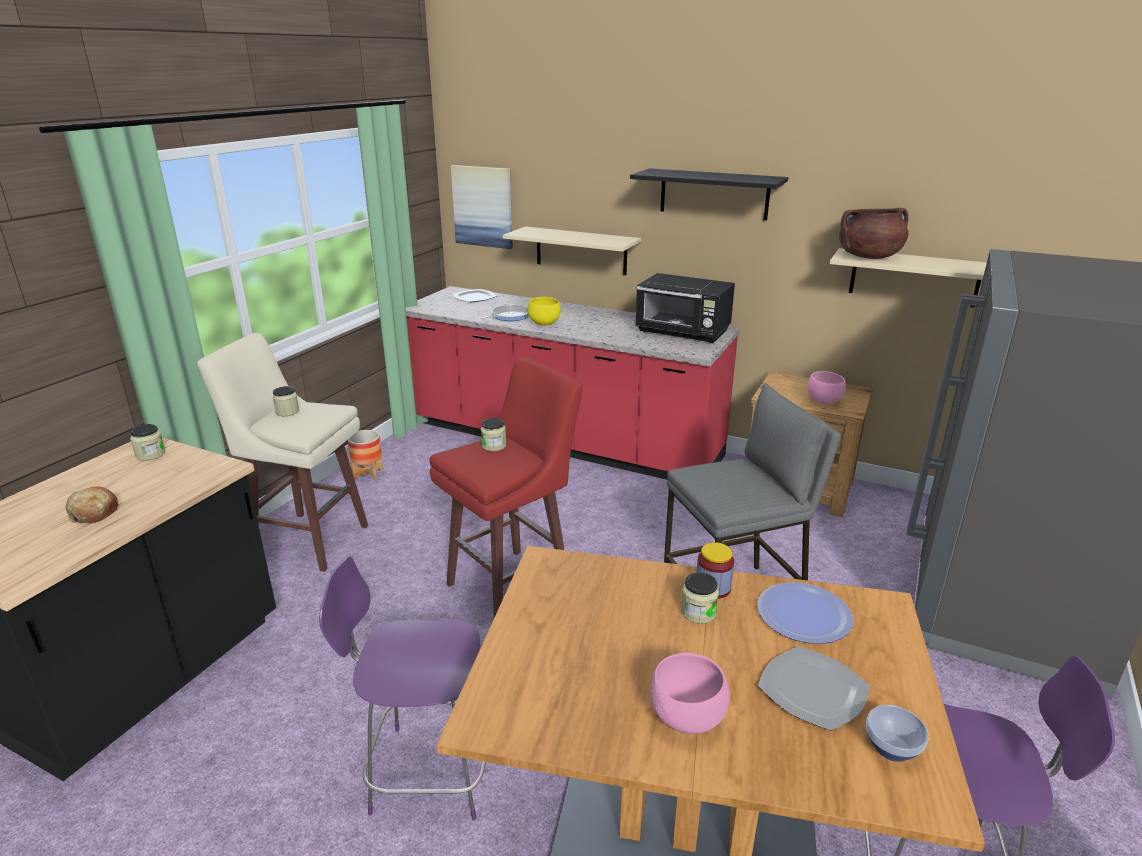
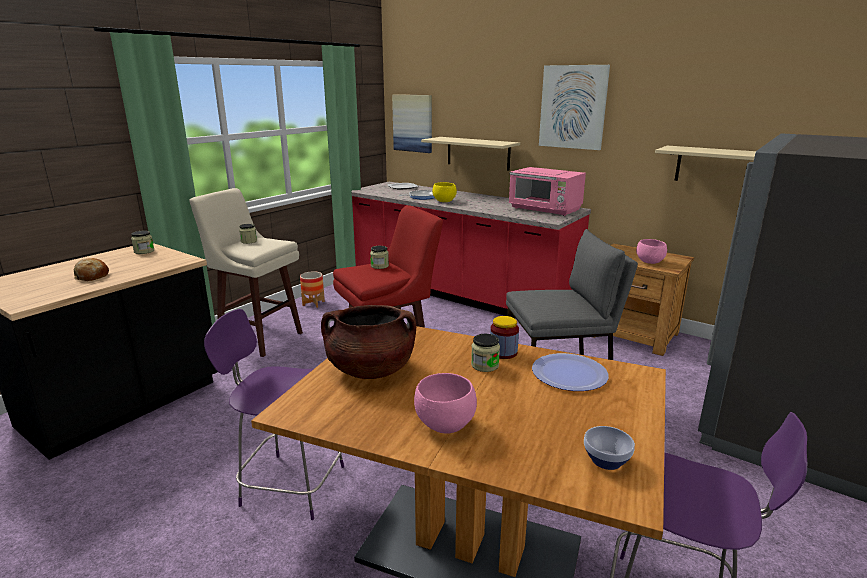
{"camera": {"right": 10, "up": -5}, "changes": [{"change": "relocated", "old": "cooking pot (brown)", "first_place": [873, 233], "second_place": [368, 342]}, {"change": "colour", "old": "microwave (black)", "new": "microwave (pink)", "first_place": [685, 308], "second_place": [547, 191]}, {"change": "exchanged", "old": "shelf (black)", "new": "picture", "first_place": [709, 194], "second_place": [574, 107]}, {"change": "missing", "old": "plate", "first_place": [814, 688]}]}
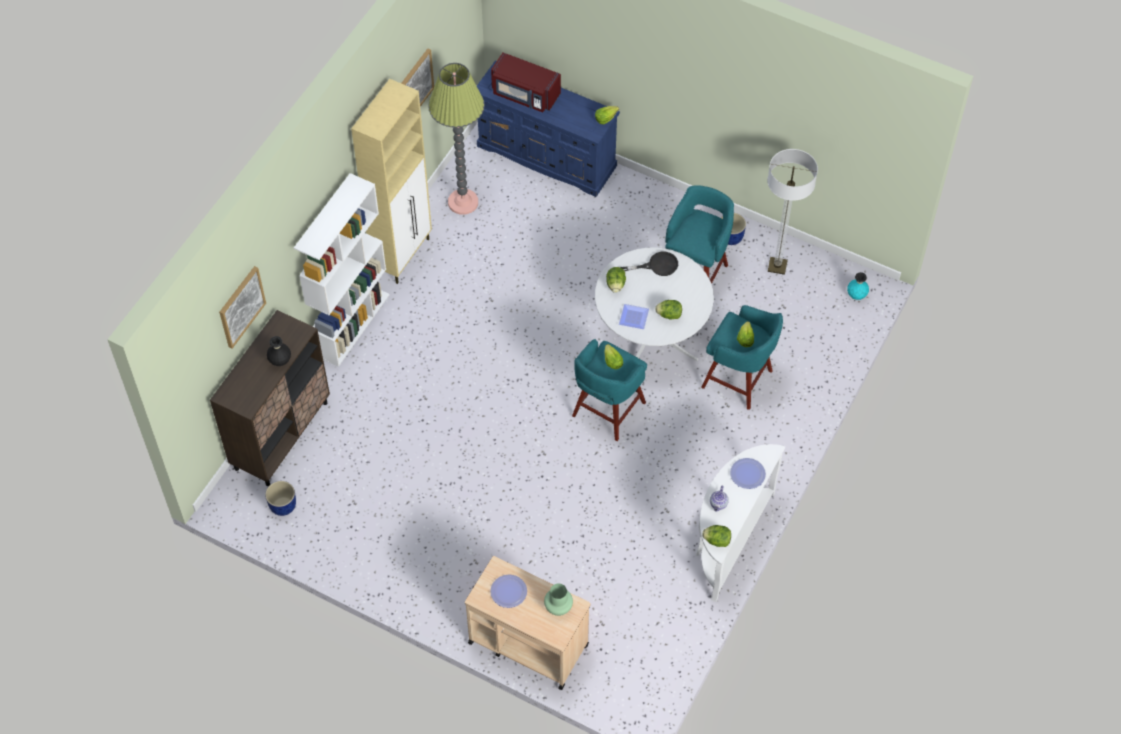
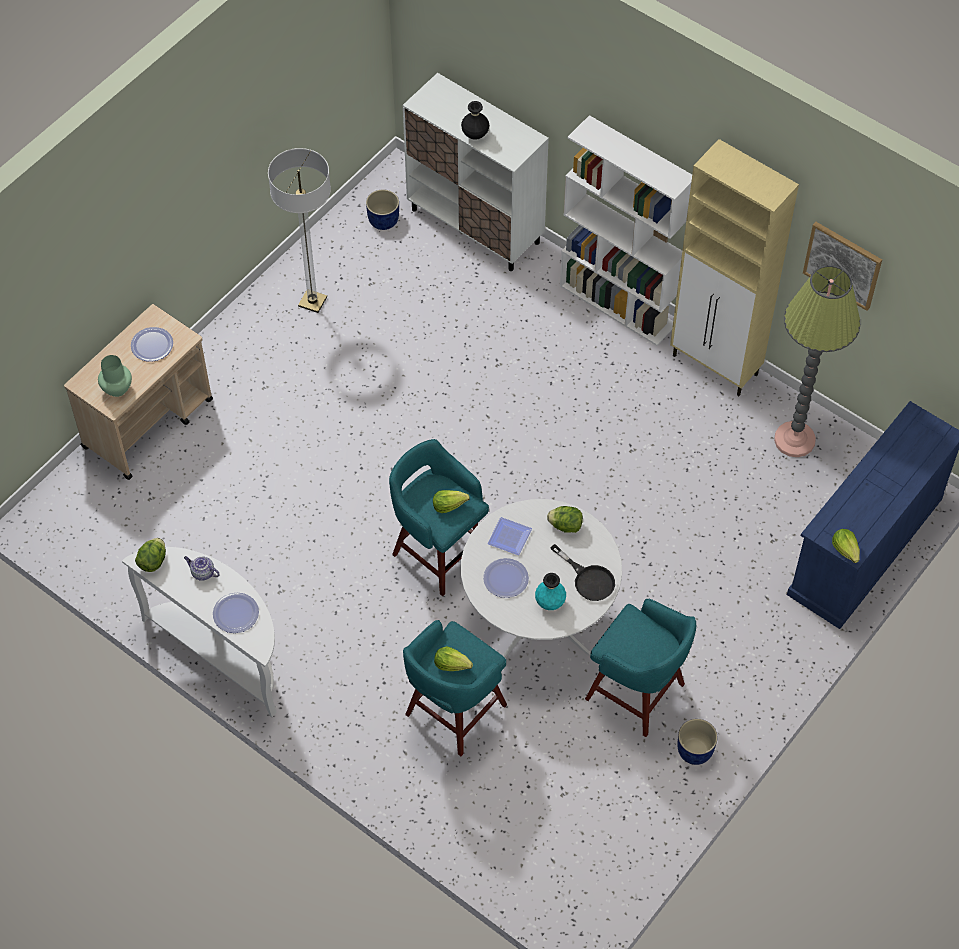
{"camera": {"right": 100, "up": 0}, "changes": [{"change": "relocated", "old": "floor lamp", "first_place": [792, 212], "second_place": [299, 230]}, {"change": "colour", "old": "cabinet (brown)", "new": "cabinet (white)", "first_place": [270, 398], "second_place": [476, 172]}, {"change": "exchanged", "old": "lettuce", "new": "plate", "first_place": [668, 310], "second_place": [506, 578]}, {"change": "relocated", "old": "vase (turquoise)", "first_place": [858, 286], "second_place": [550, 591]}, {"change": "spun", "old": "frying pan (black)", "first_place": [649, 264], "second_place": [583, 572], "degrees": -45}, {"change": "missing", "old": "picture", "first_place": [242, 307]}, {"change": "missing", "old": "microwave (red)", "first_place": [526, 82]}]}
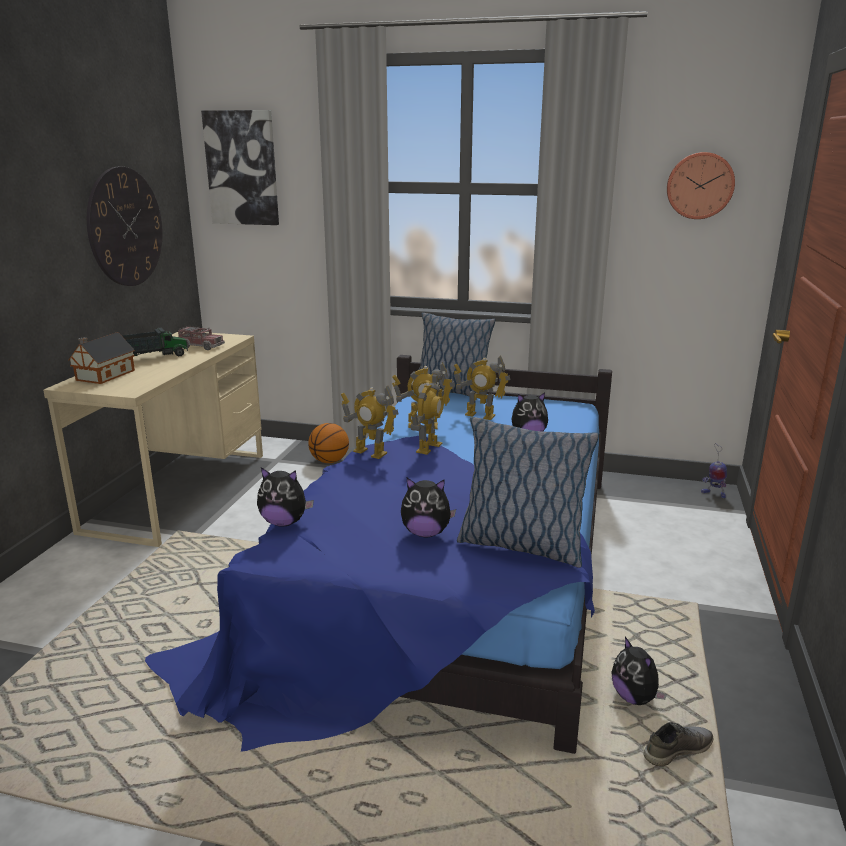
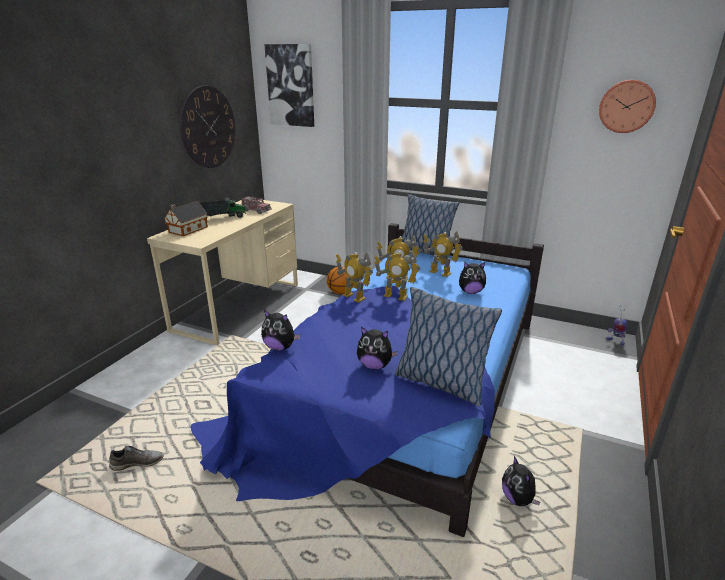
{"camera": {"right": 10, "up": 5}, "changes": [{"change": "relocated", "old": "shoe (grey)", "first_place": [678, 744], "second_place": [136, 458]}, {"change": "spun", "old": "toy robot", "first_place": [427, 414], "second_place": [397, 275], "degrees": 75}]}
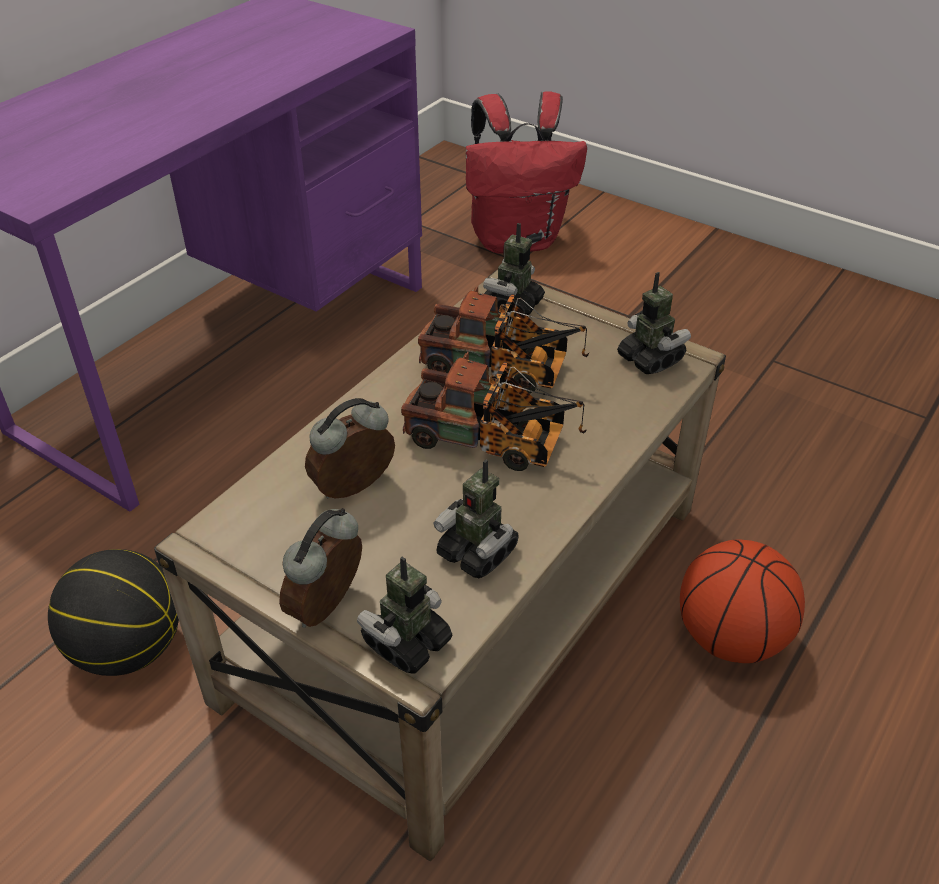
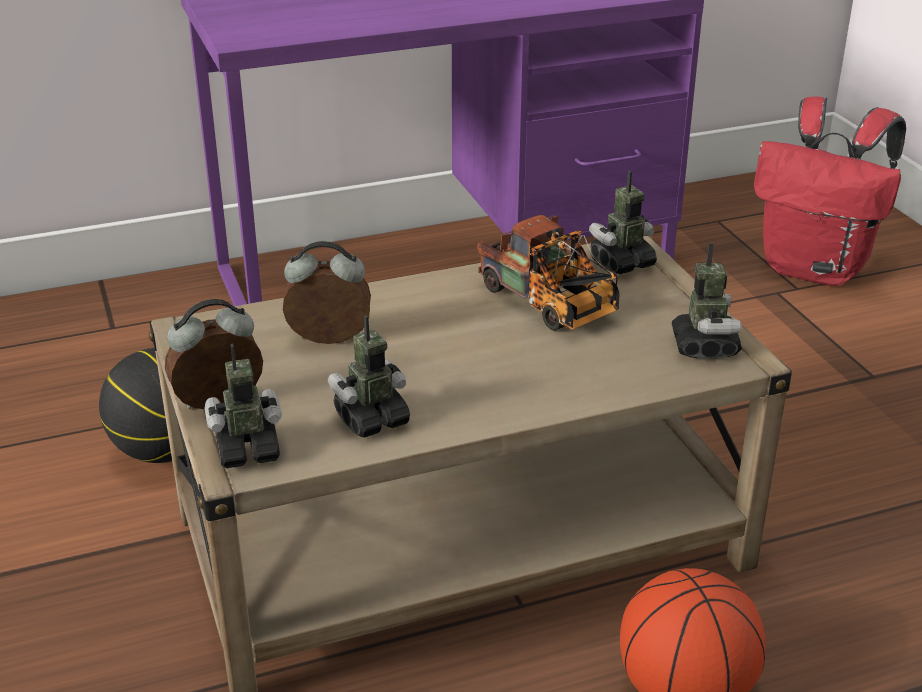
{"camera": {"right": 35, "up": -10}, "changes": [{"change": "spun", "old": "toy robot", "first_place": [476, 519], "second_place": [369, 376], "degrees": 75}, {"change": "missing", "old": "toy truck", "first_place": [494, 411]}]}
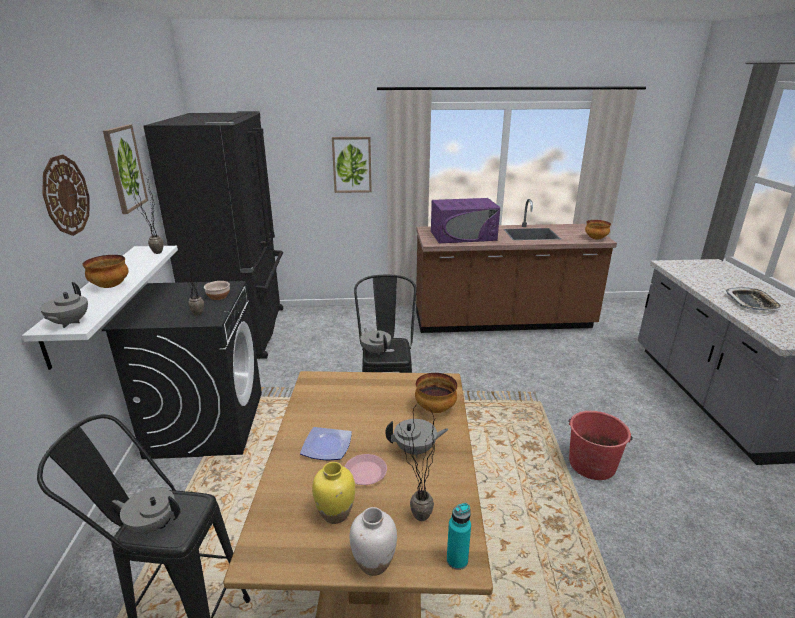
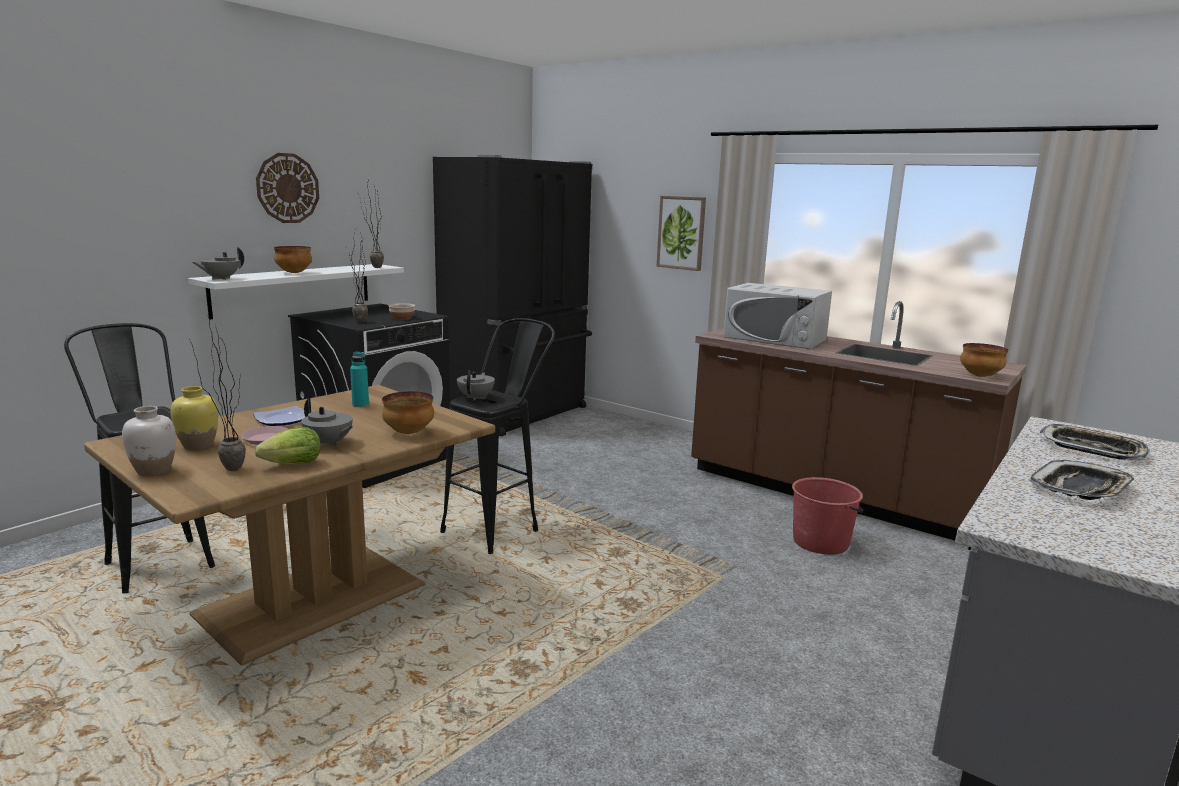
{"camera": {"right": 40, "up": -10}, "changes": [{"change": "appeared", "new": "lettuce", "second_place": [288, 445]}, {"change": "relocated", "old": "bottle (turquoise)", "first_place": [459, 536], "second_place": [359, 379]}, {"change": "colour", "old": "microwave (purple)", "new": "microwave (white)", "first_place": [465, 220], "second_place": [777, 316]}, {"change": "relocated", "old": "bucket (red)", "first_place": [601, 445], "second_place": [827, 516]}, {"change": "appeared", "new": "tray", "second_place": [1094, 442]}, {"change": "missing", "old": "picture", "first_place": [125, 169]}, {"change": "missing", "old": "teapot (grey)", "first_place": [146, 510]}]}
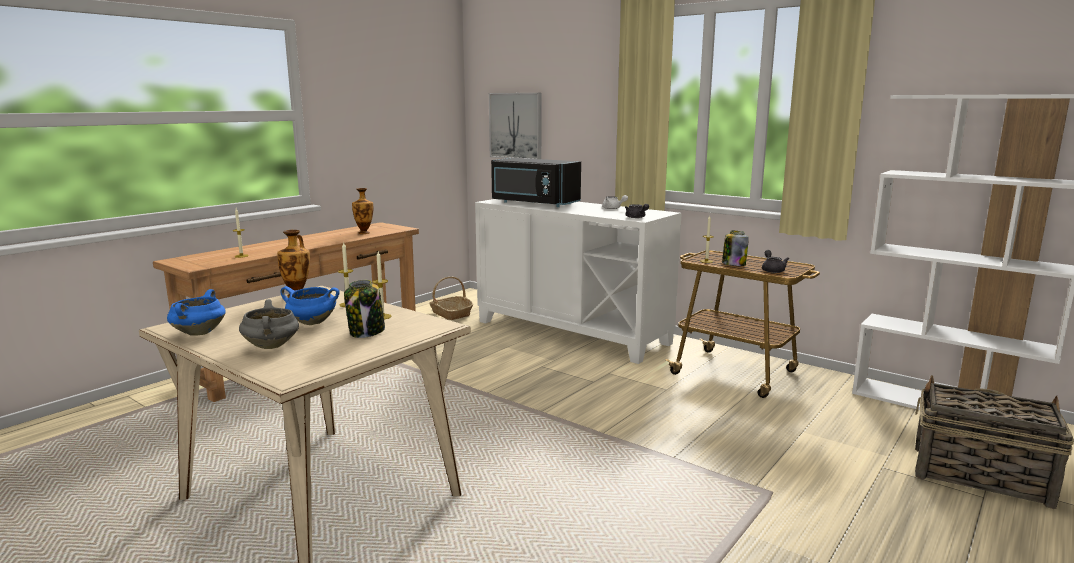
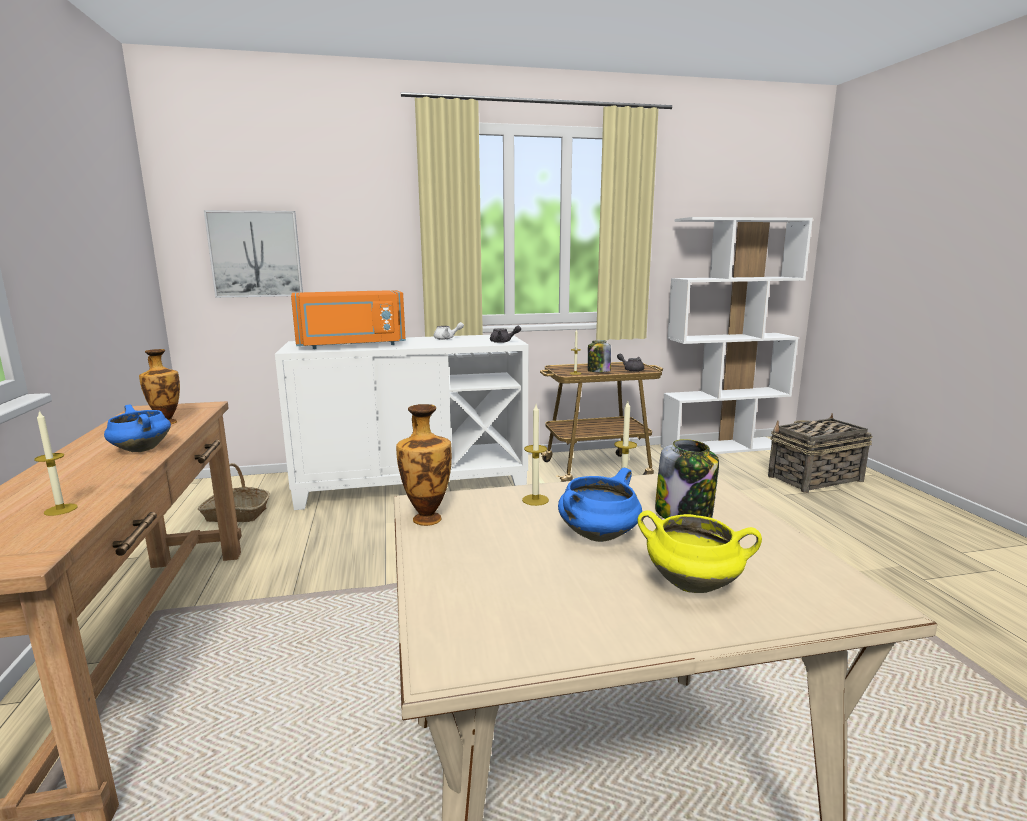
{"camera": {"right": -50, "up": 0}, "changes": [{"change": "relocated", "old": "cooking pot (blue)", "first_place": [196, 312], "second_place": [137, 428]}, {"change": "colour", "old": "microwave (black)", "new": "microwave (orange)", "first_place": [536, 182], "second_place": [348, 319]}, {"change": "colour", "old": "cooking pot (grey)", "new": "cooking pot (yellow)", "first_place": [269, 324], "second_place": [700, 551]}]}
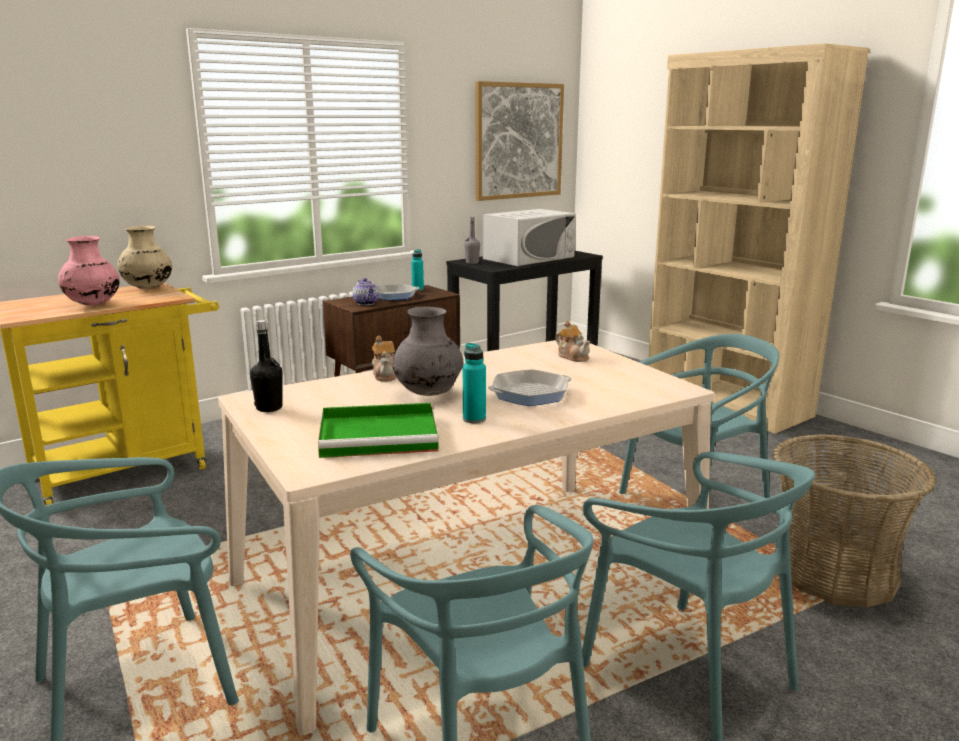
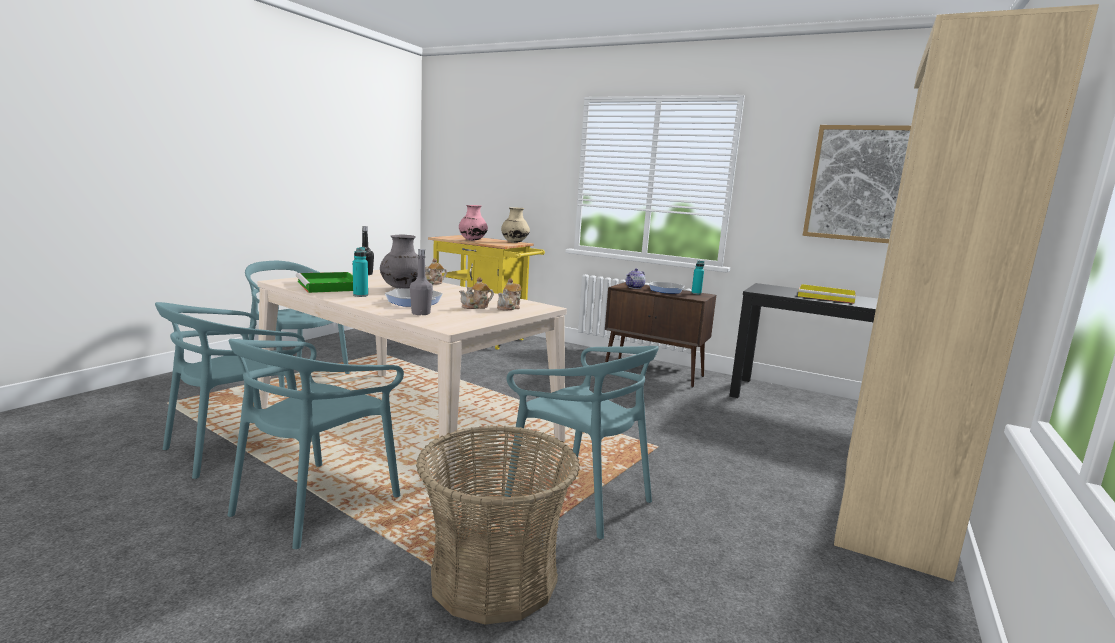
{"camera": {"right": 65, "up": -5}, "changes": [{"change": "relocated", "old": "bottle (grey)", "first_place": [472, 240], "second_place": [421, 282]}, {"change": "appeared", "new": "teapot", "second_place": [476, 293]}, {"change": "exchanged", "old": "microwave (white)", "new": "tray (yellow)", "first_place": [529, 237], "second_place": [827, 294]}]}
